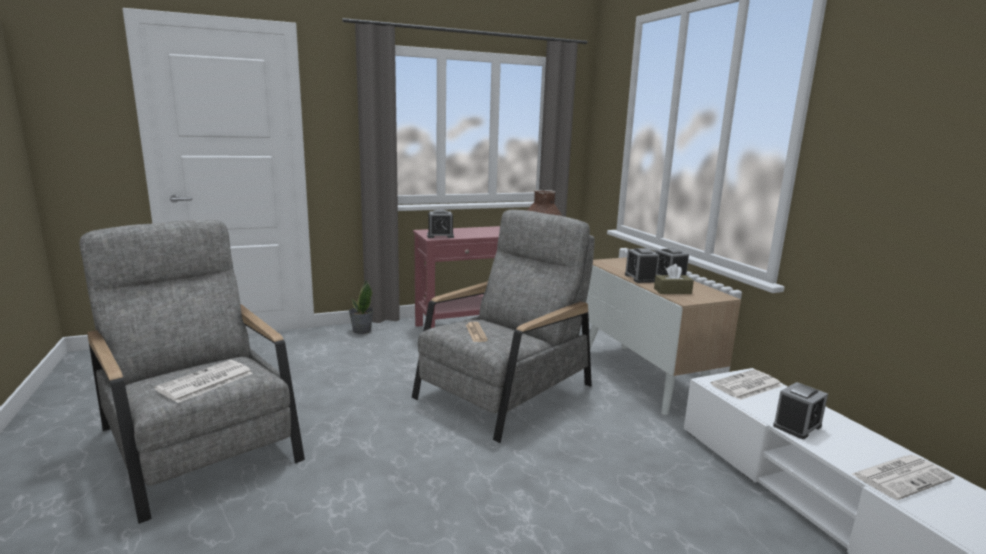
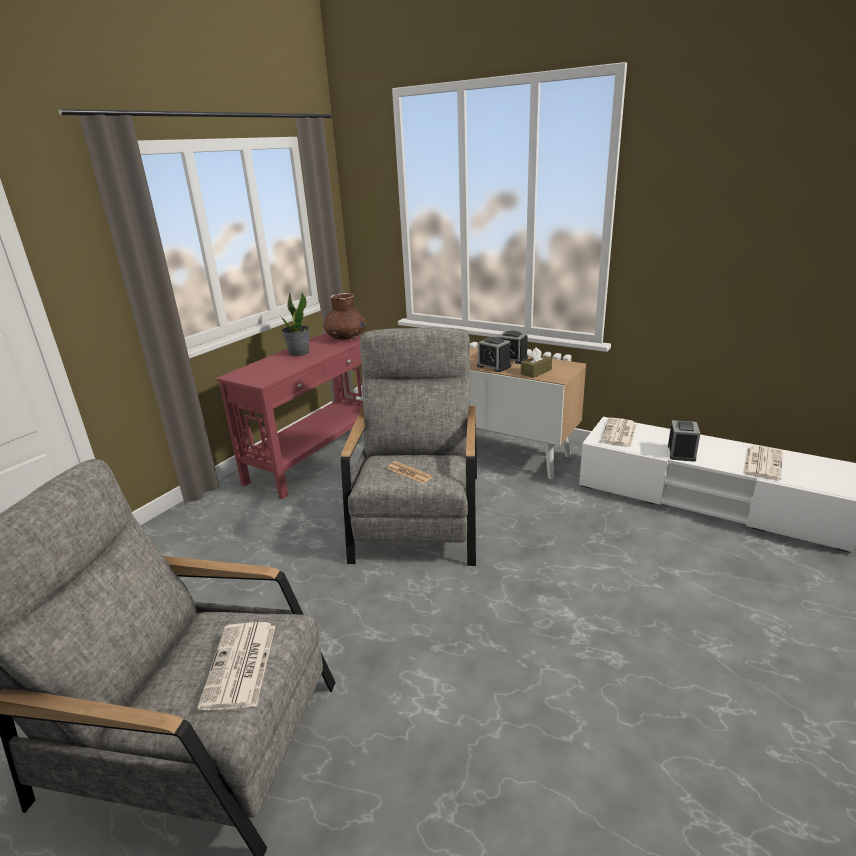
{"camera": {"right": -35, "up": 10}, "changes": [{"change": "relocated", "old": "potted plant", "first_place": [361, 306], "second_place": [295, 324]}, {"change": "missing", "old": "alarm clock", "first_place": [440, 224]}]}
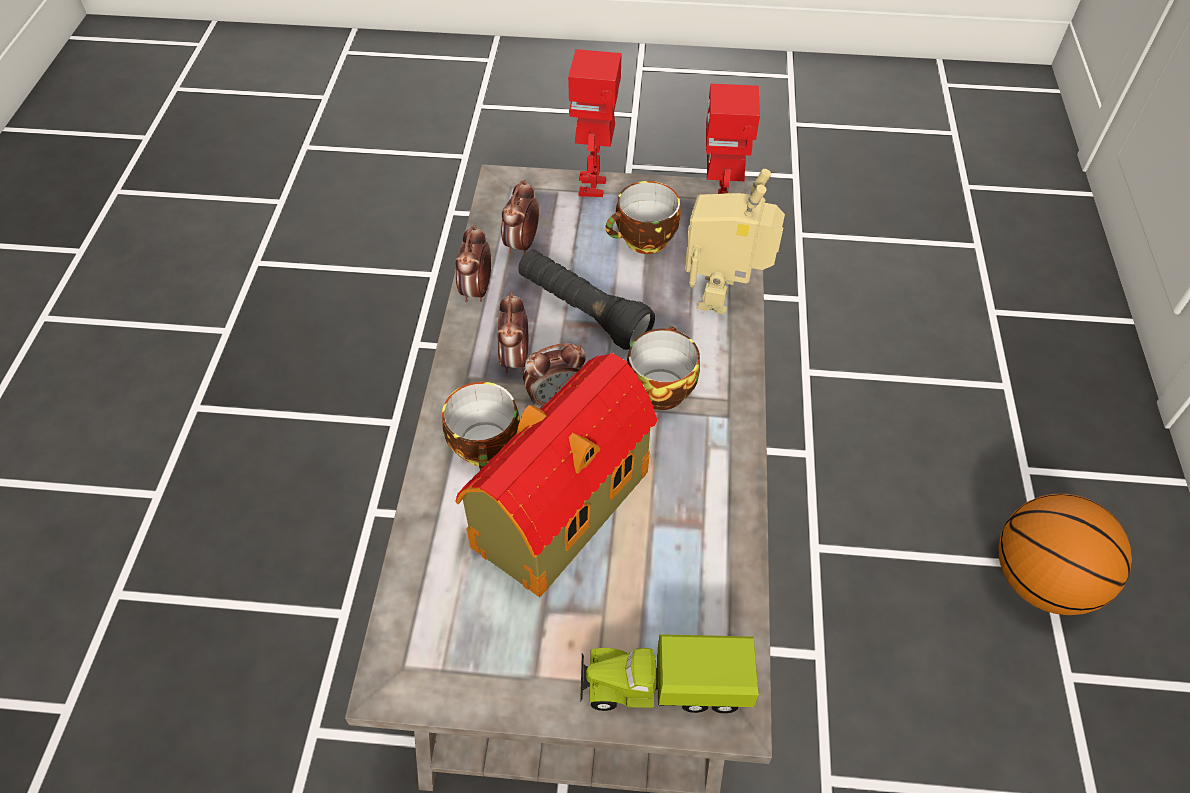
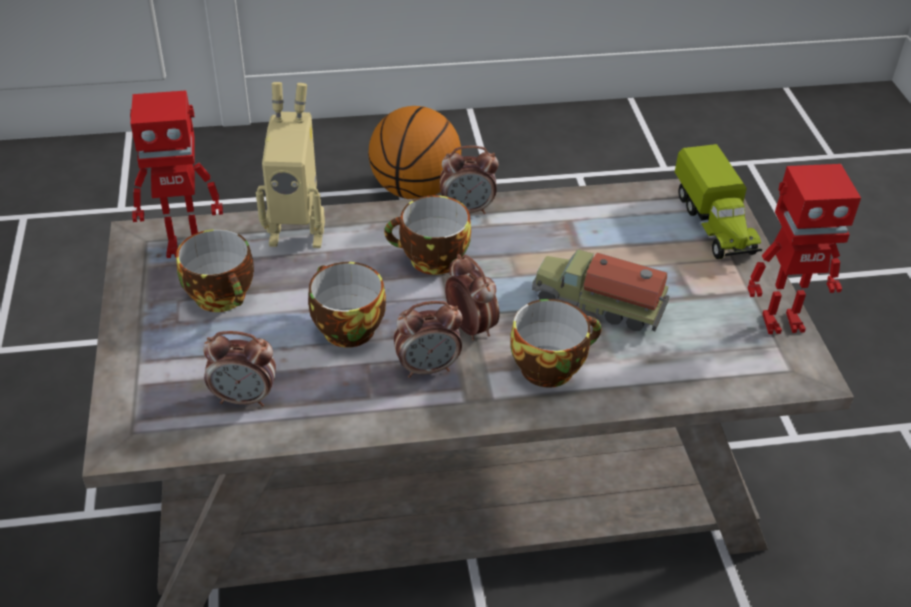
{"camera": {"right": -105, "up": -10}, "changes": [{"change": "exchanged", "old": "flashlight (black)", "new": "cup", "first_place": [586, 299], "second_place": [347, 305]}, {"change": "relocated", "old": "alarm clock", "first_place": [473, 263], "second_place": [469, 179]}, {"change": "exchanged", "old": "toy house", "new": "toy truck", "first_place": [556, 474], "second_place": [601, 290]}, {"change": "relocated", "old": "toy robot", "first_place": [595, 123], "second_place": [804, 249]}]}
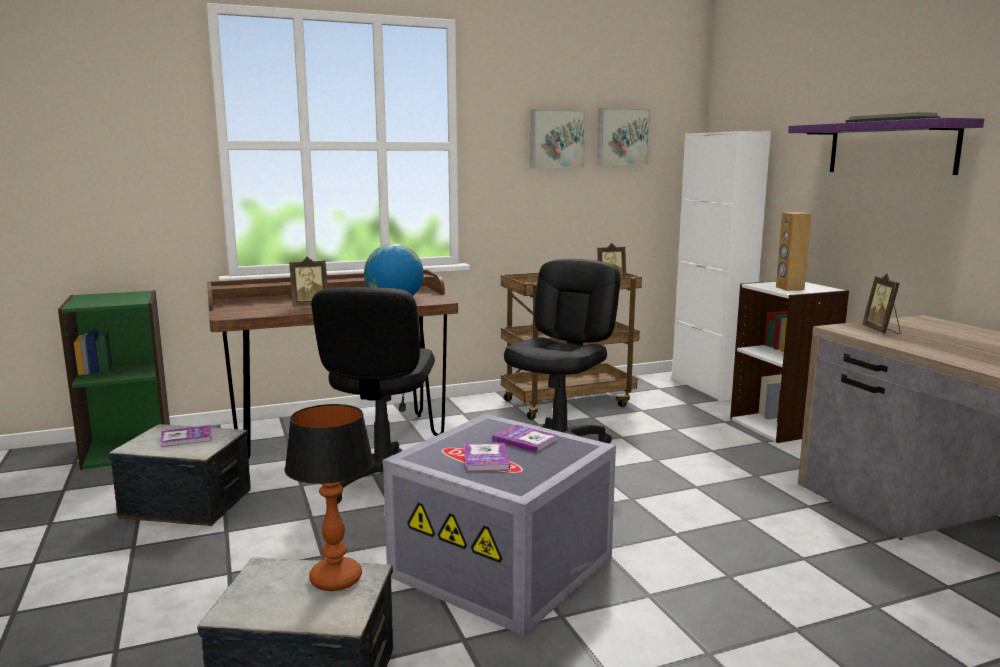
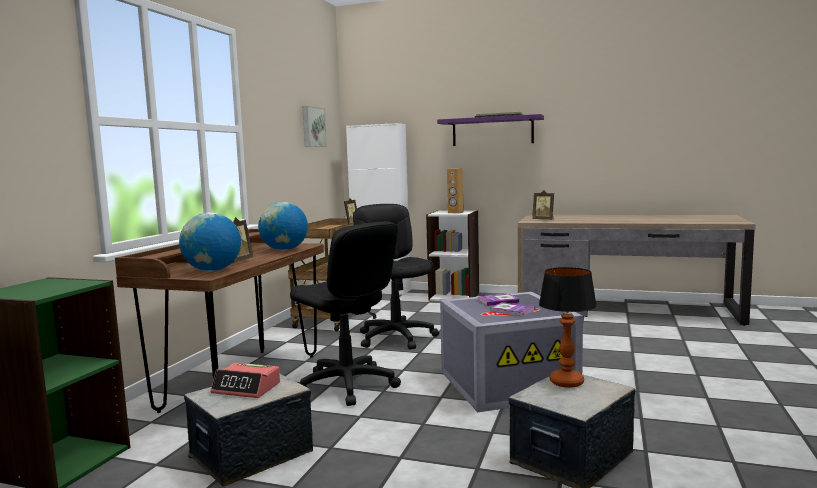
{"camera": {"right": -50, "up": -5}, "changes": [{"change": "appeared", "new": "globe", "second_place": [210, 242]}, {"change": "exchanged", "old": "book", "new": "alarm clock", "first_place": [186, 436], "second_place": [245, 380]}, {"change": "missing", "old": "picture", "first_place": [558, 138]}]}
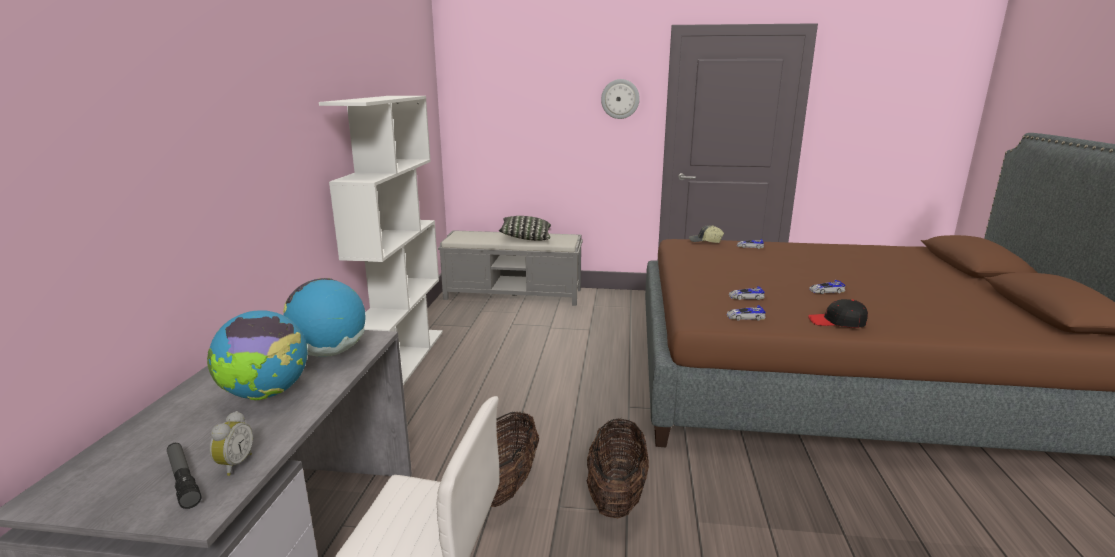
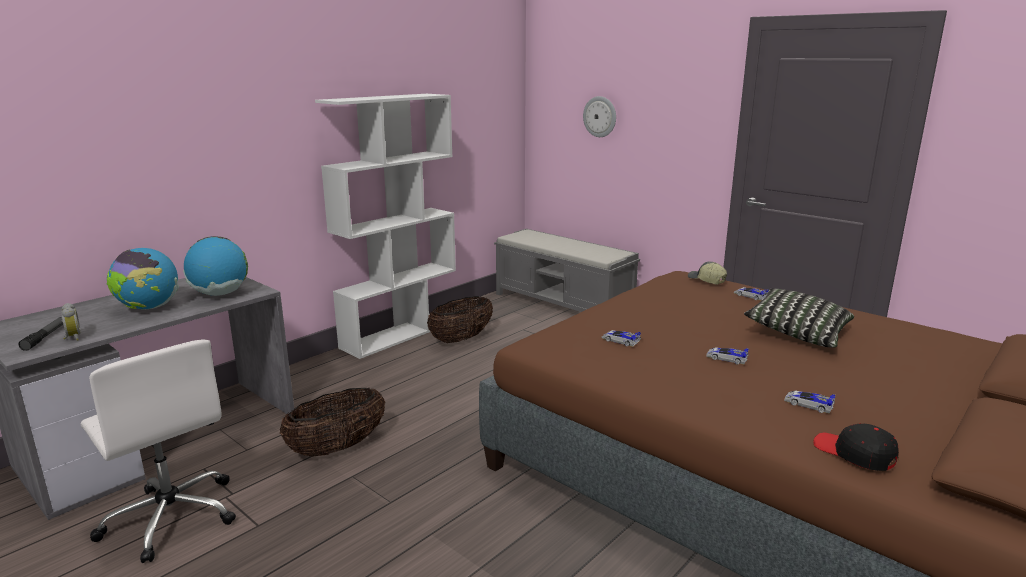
{"camera": {"right": 35, "up": 0}, "changes": [{"change": "spun", "old": "alarm clock", "first_place": [231, 443], "second_place": [71, 322], "degrees": -75}, {"change": "relocated", "old": "basket", "first_place": [618, 468], "second_place": [460, 319]}, {"change": "relocated", "old": "wall clock", "first_place": [620, 99], "second_place": [599, 116]}, {"change": "relocated", "old": "pillow", "first_place": [525, 228], "second_place": [799, 318]}, {"change": "relocated", "old": "toy car", "first_place": [746, 313], "second_place": [809, 401]}, {"change": "relocated", "old": "cap (black)", "first_place": [838, 313], "second_place": [856, 447]}]}
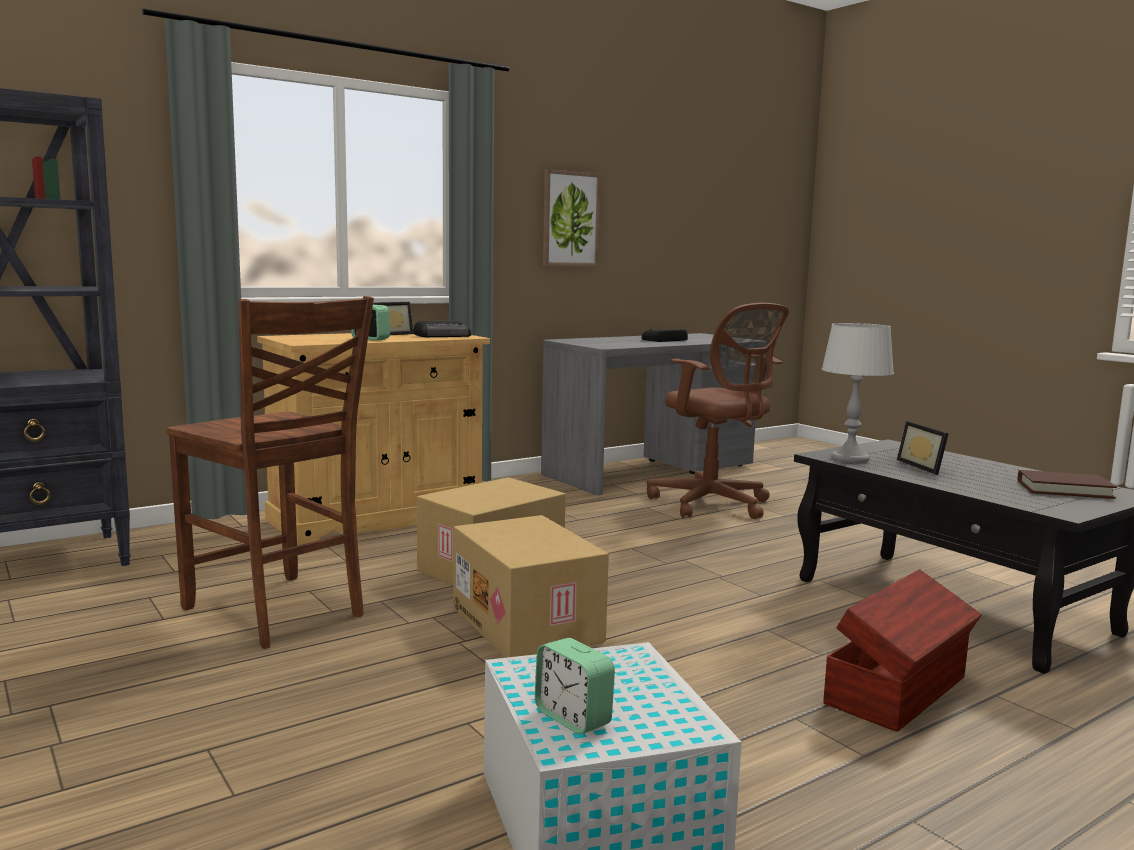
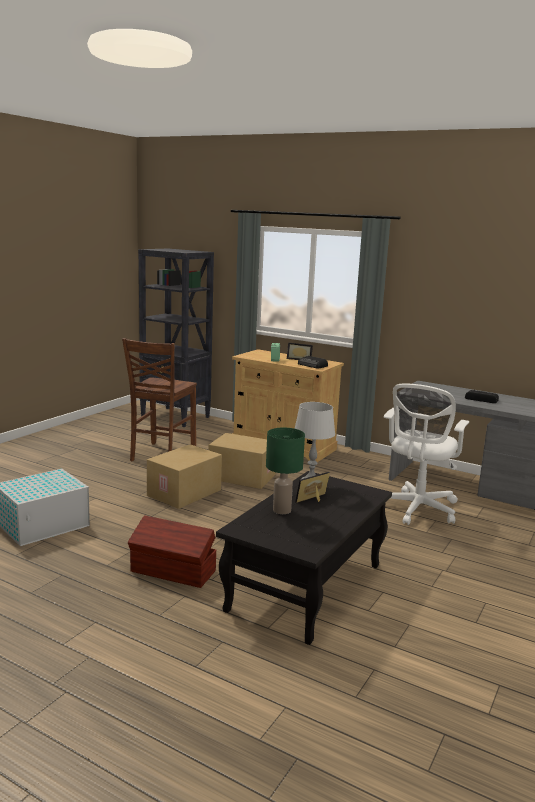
{"camera": {"right": 65, "up": 5}, "changes": [{"change": "appeared", "new": "table lamp (green)", "second_place": [285, 471]}, {"change": "colour", "old": "office chair (brown)", "new": "office chair (white)", "first_place": [718, 411], "second_place": [426, 454]}, {"change": "missing", "old": "alarm clock", "first_place": [575, 686]}, {"change": "missing", "old": "picture", "first_place": [572, 217]}, {"change": "missing", "old": "book (brown)", "first_place": [1067, 484]}]}
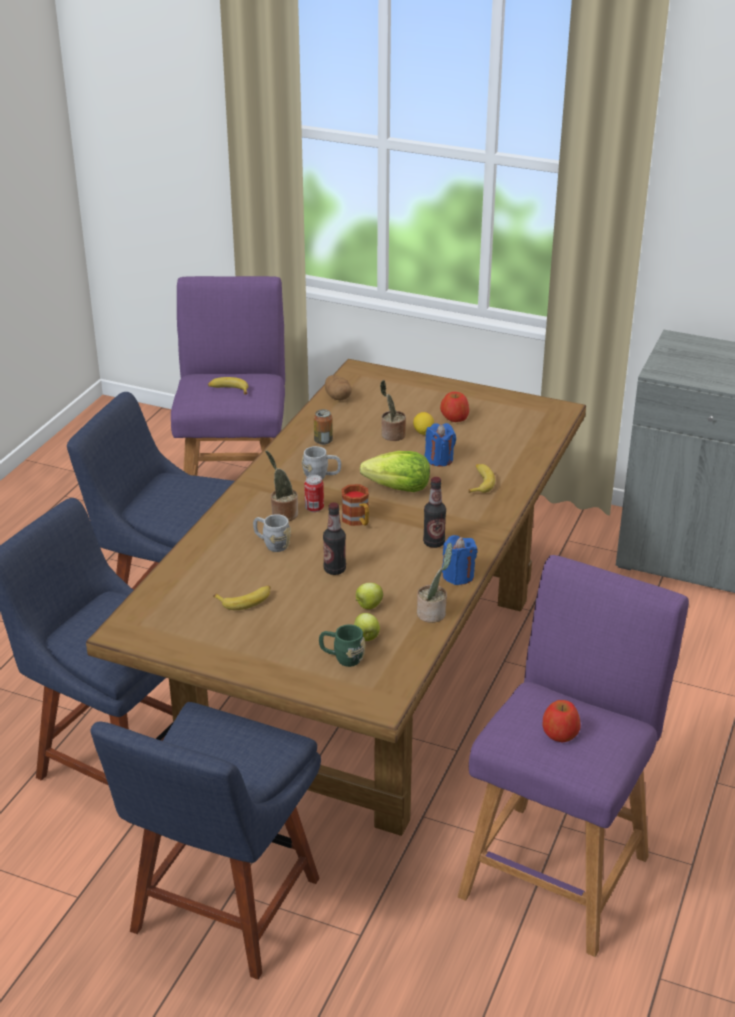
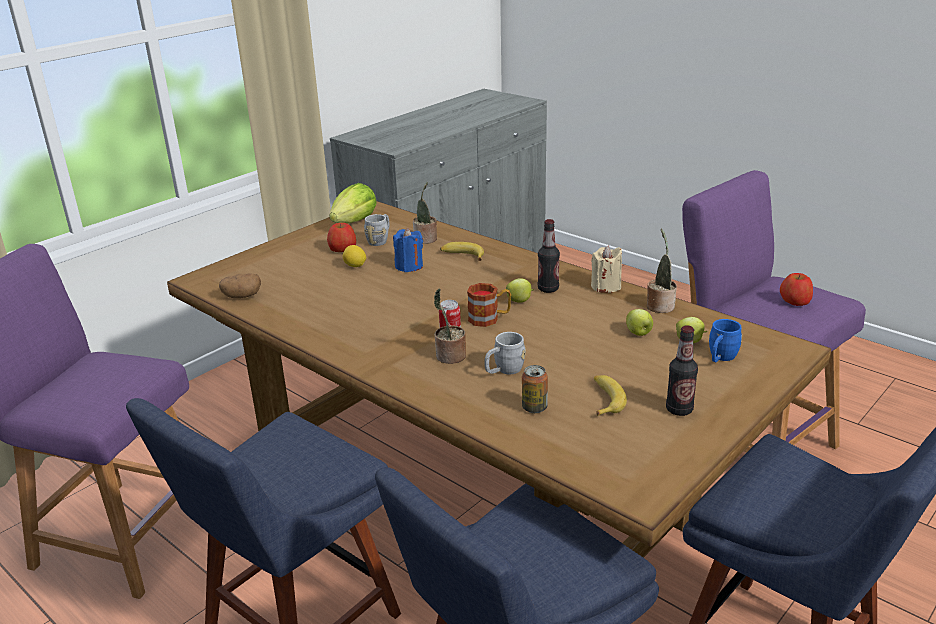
{"camera": {"right": -70, "up": -5}, "changes": [{"change": "relocated", "old": "lettuce", "first_place": [395, 471], "second_place": [353, 203]}, {"change": "relocated", "old": "mug (grey)", "first_place": [321, 462], "second_place": [376, 230]}, {"change": "relocated", "old": "potted plant", "first_place": [393, 410], "second_place": [425, 213]}, {"change": "appeared", "new": "apple", "second_place": [520, 290]}, {"change": "relocated", "old": "can", "first_place": [323, 427], "second_place": [535, 389]}, {"change": "colour", "old": "candle (blue)", "new": "candle (beige)", "first_place": [459, 560], "second_place": [606, 269]}, {"change": "relocated", "old": "bottle", "first_place": [334, 538], "second_place": [682, 370]}, {"change": "colour", "old": "mug (green)", "new": "mug (blue)", "first_place": [342, 645], "second_place": [725, 340]}, {"change": "missing", "old": "banana", "first_place": [228, 386]}]}
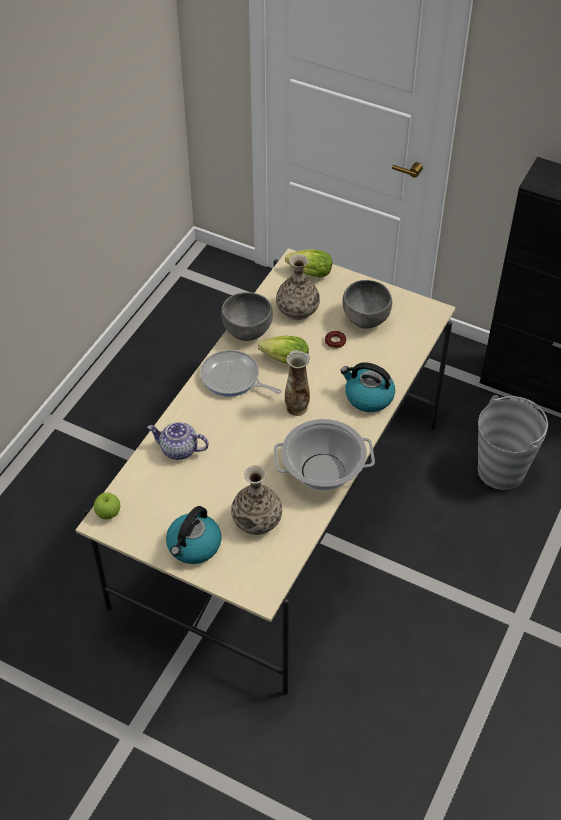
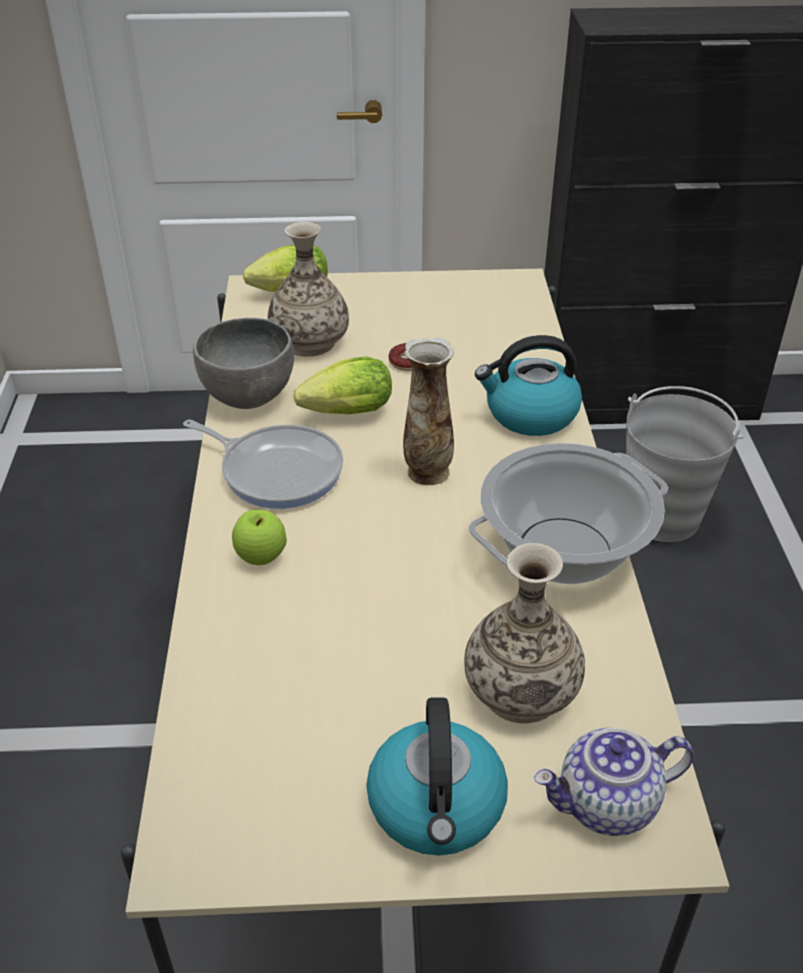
{"camera": {"right": -30, "up": -10}, "changes": [{"change": "spun", "old": "frying pan", "first_place": [241, 373], "second_place": [263, 464], "degrees": -150}, {"change": "relocated", "old": "apple", "first_place": [107, 505], "second_place": [259, 537]}, {"change": "relocated", "old": "teapot", "first_place": [178, 441], "second_place": [614, 782]}, {"change": "missing", "old": "bowl (grey)", "first_place": [367, 304]}]}
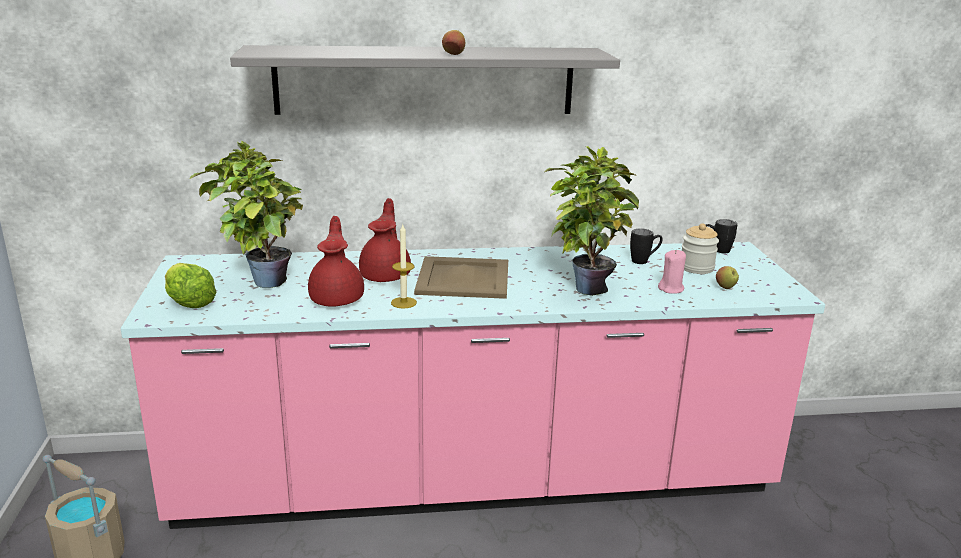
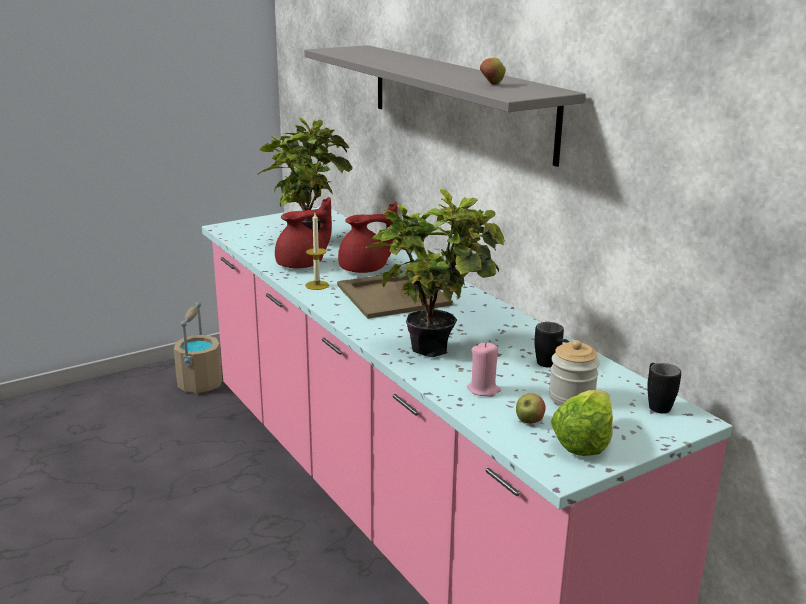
{"camera": {"right": 65, "up": 0}, "changes": [{"change": "relocated", "old": "apple", "first_place": [453, 42], "second_place": [493, 71]}, {"change": "relocated", "old": "lettuce", "first_place": [191, 285], "second_place": [581, 423]}]}
